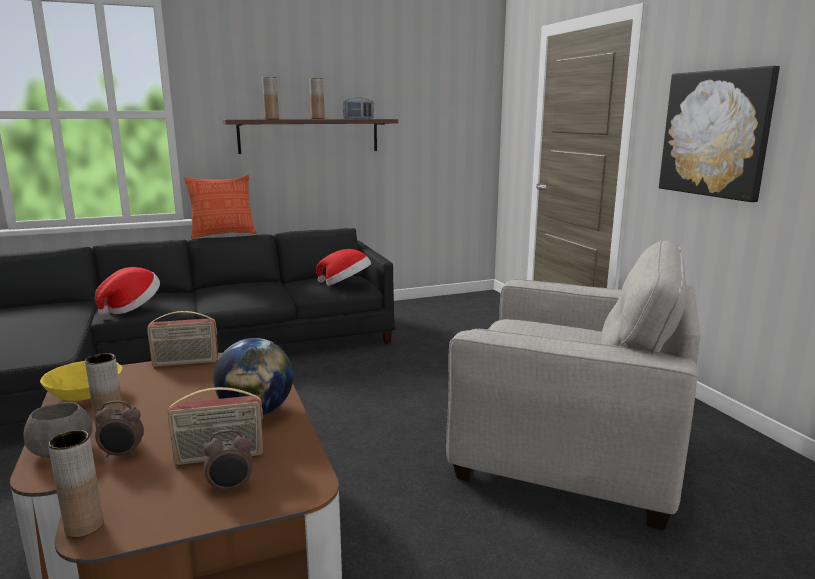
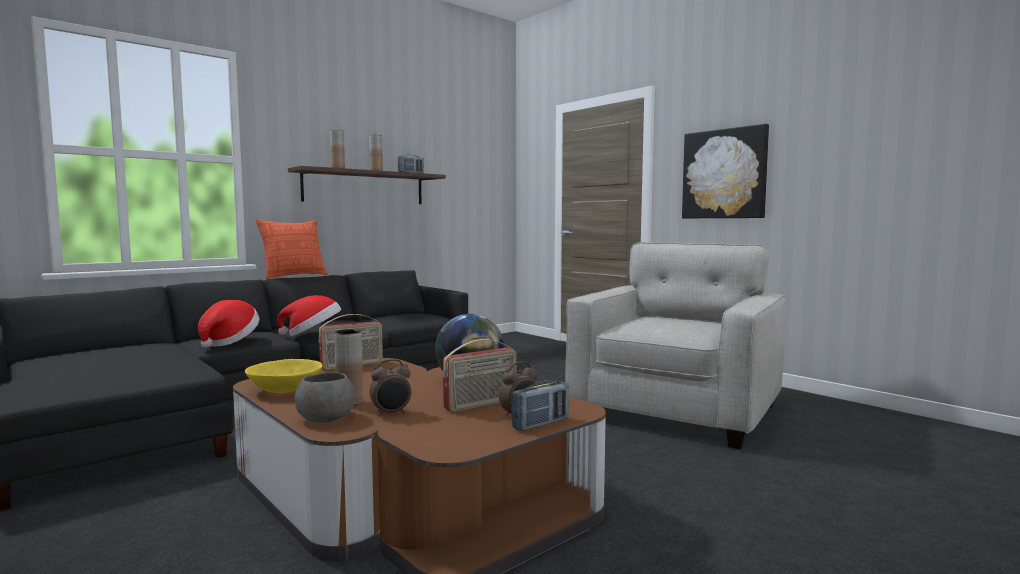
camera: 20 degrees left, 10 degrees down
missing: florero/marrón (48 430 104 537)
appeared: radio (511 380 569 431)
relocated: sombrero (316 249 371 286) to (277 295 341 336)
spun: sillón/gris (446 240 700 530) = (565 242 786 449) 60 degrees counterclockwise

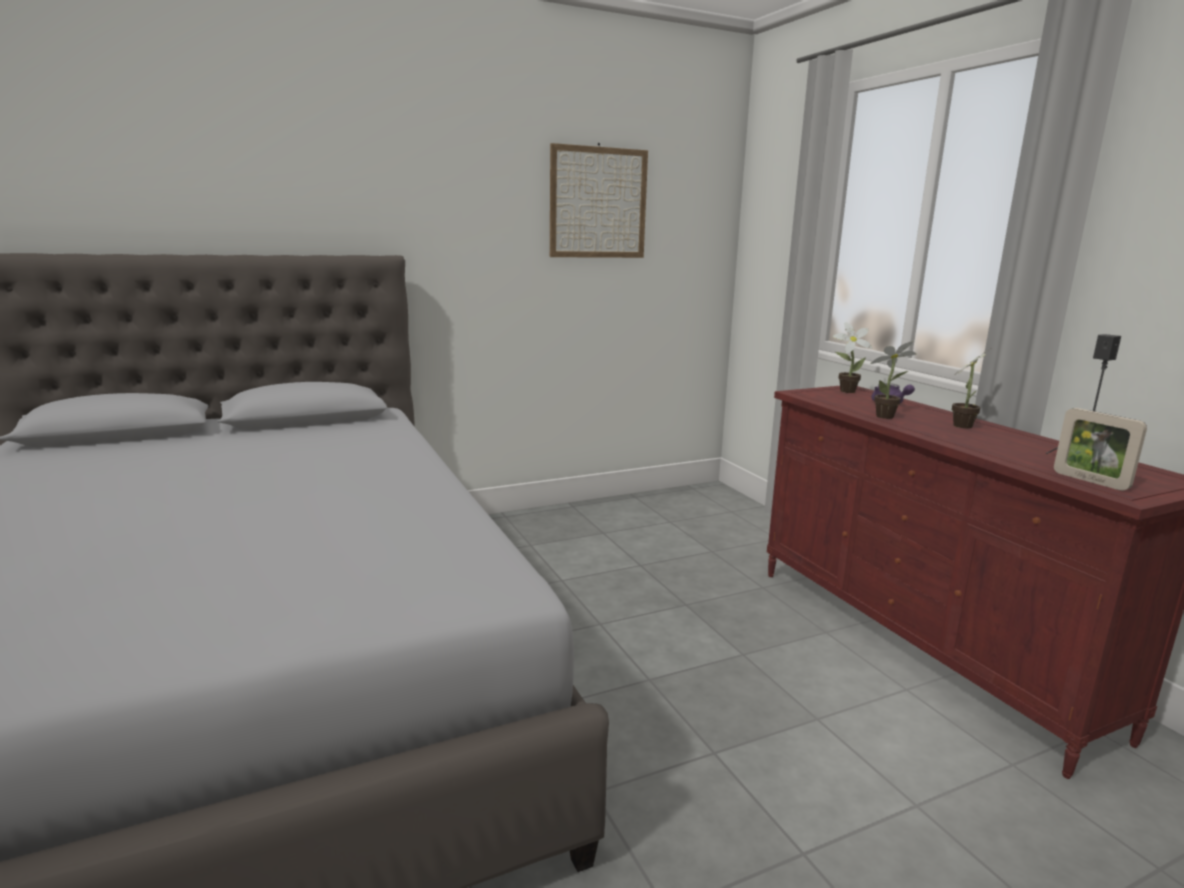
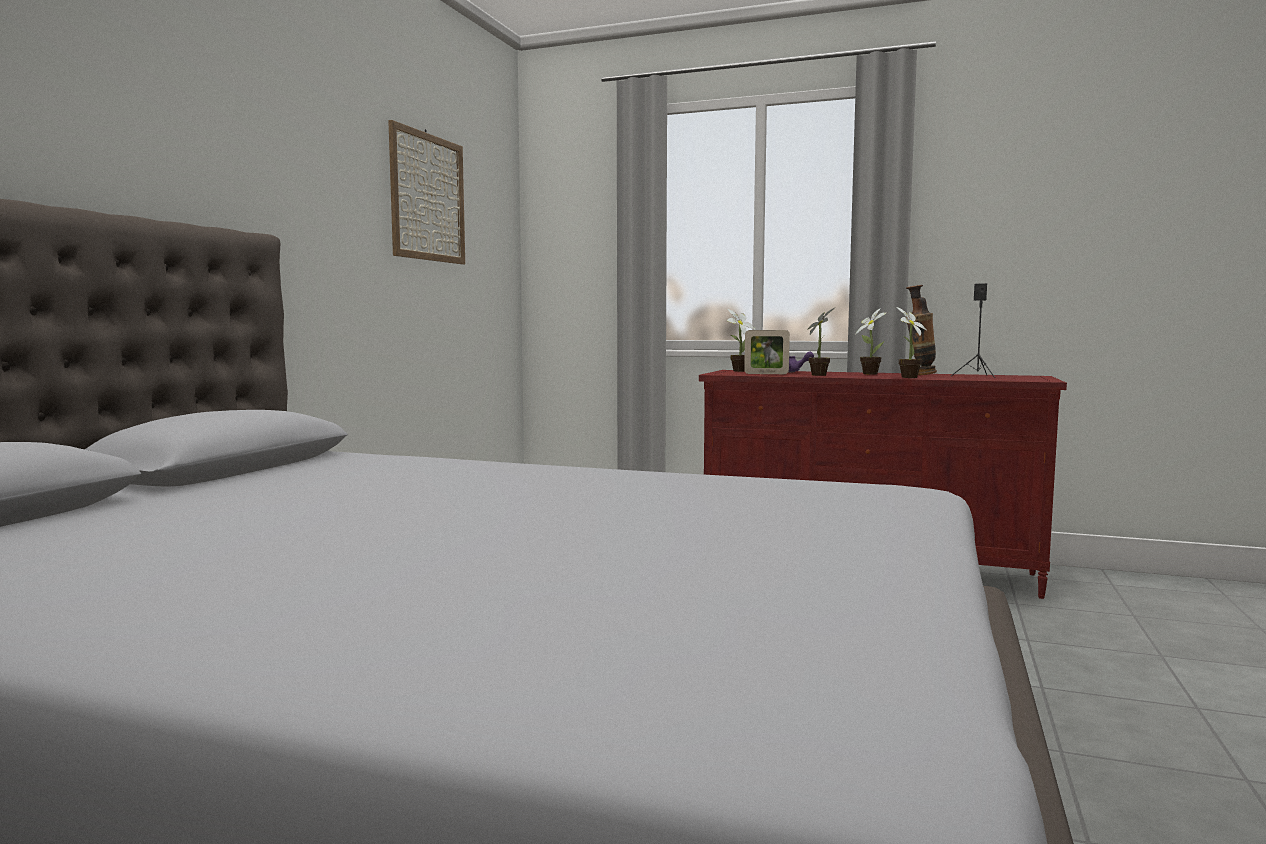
camera: 45 degrees left, 10 degrees down
appeared: planta en maceta (897 307 927 378); florero (906 285 937 375)
relocated: portarretratos (1054 408 1147 491) to (744 330 790 374)

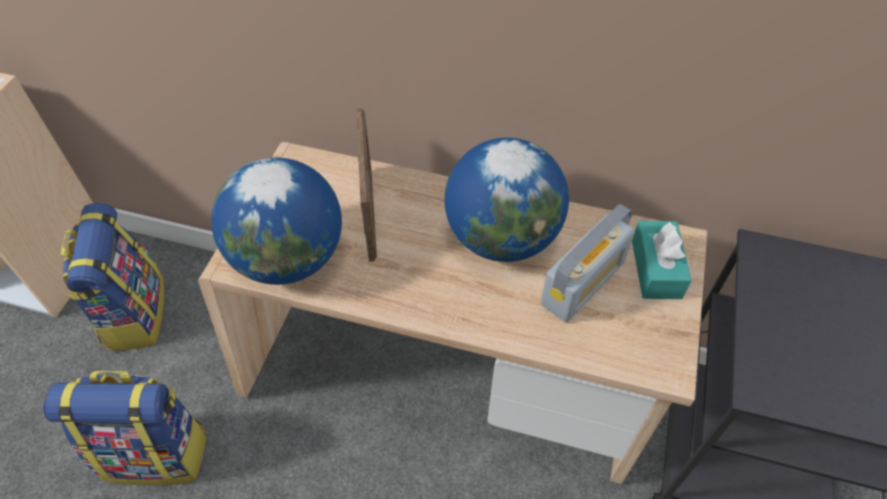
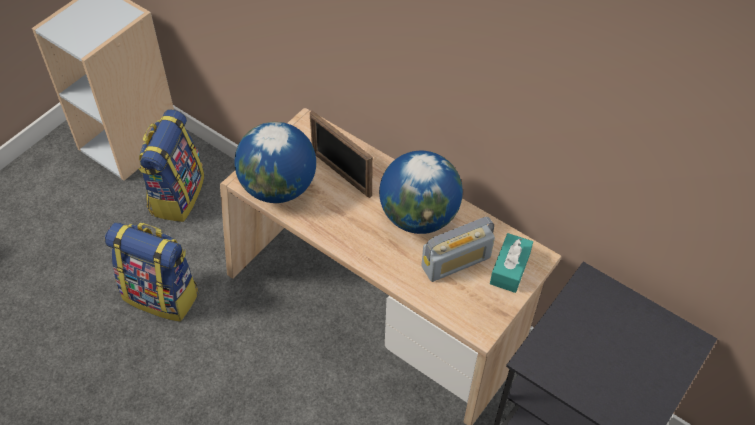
camera: 20 degrees right, 0 degrees up
spun: portarretratos (356 107 377 262) = (310 111 373 198) 120 degrees clockwise

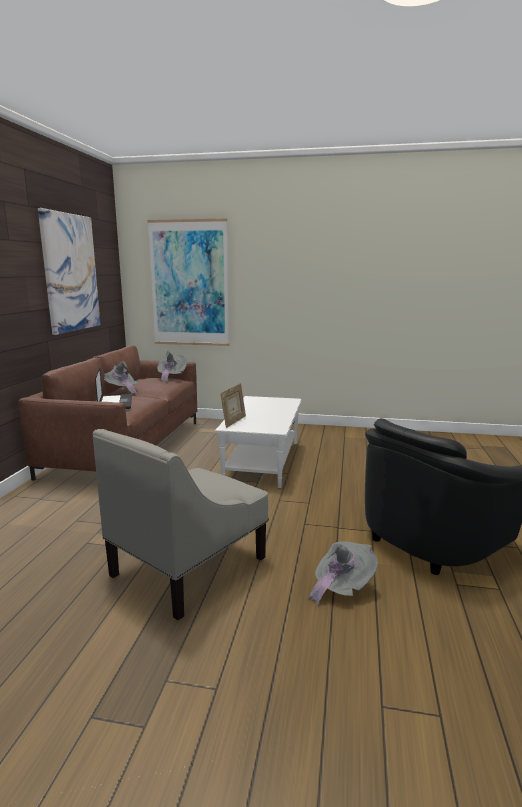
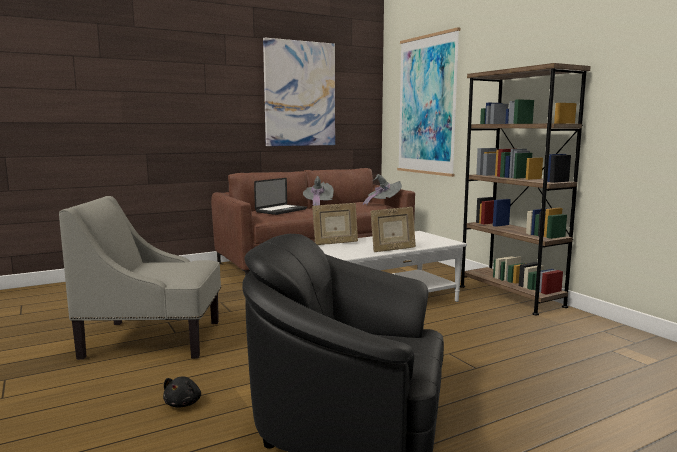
camera: 50 degrees right, 5 degrees down
appeared: portarretratos (370 207 416 252); estantería/marrón (460 63 591 315)
exchanged: sombrero/gris (308 541 378 606) to peluche/negro (163 376 201 408)

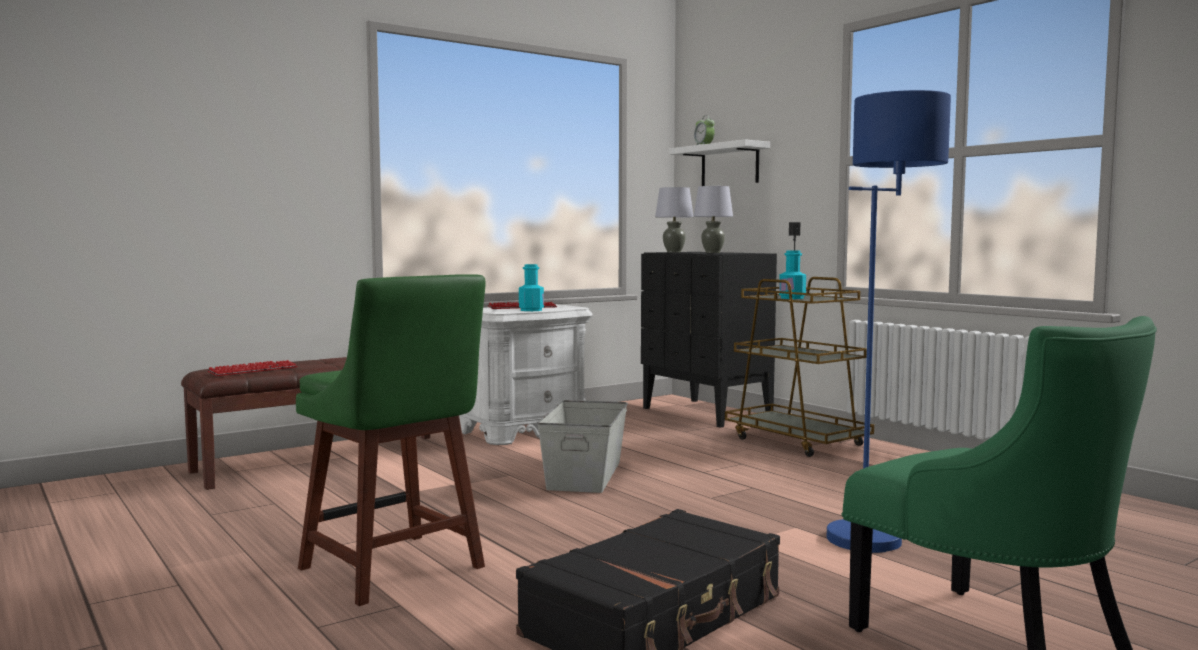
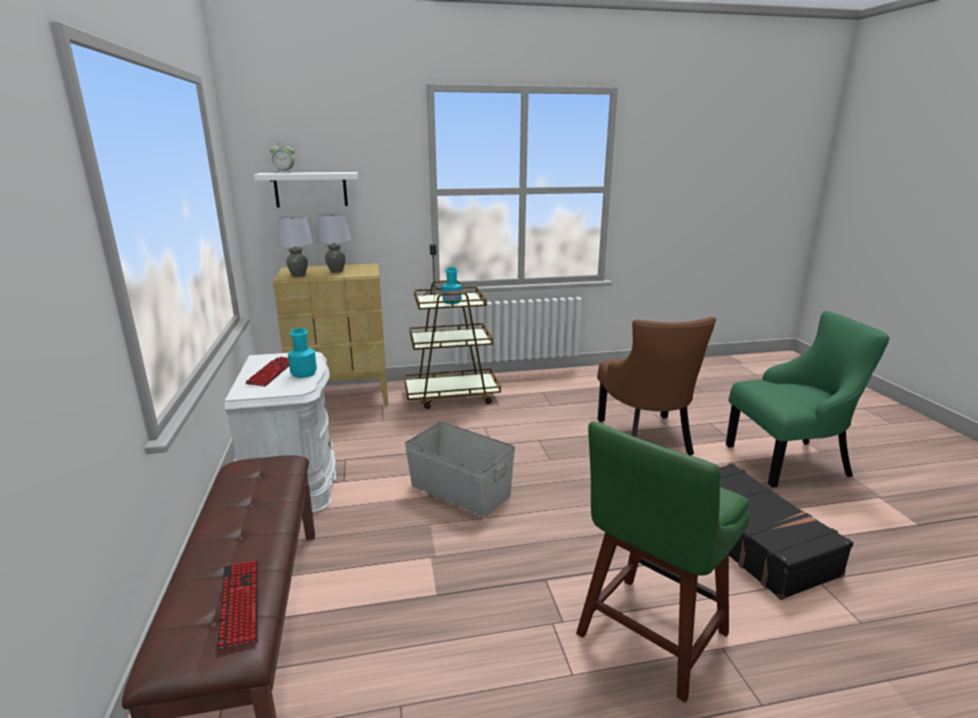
camera: 65 degrees left, 15 degrees up
exchanged: lámpara de pie/azul (827 90 951 553) to silla/marrón (597 317 716 456)
colour: cómoda/negro (641 252 777 428) to cómoda/beis (273 263 388 406)
spun: silla/verde (296 274 486 606) = (576 421 750 703) 150 degrees clockwise

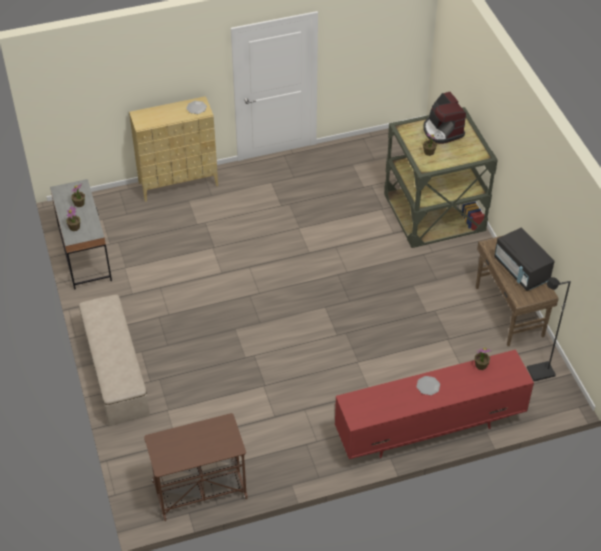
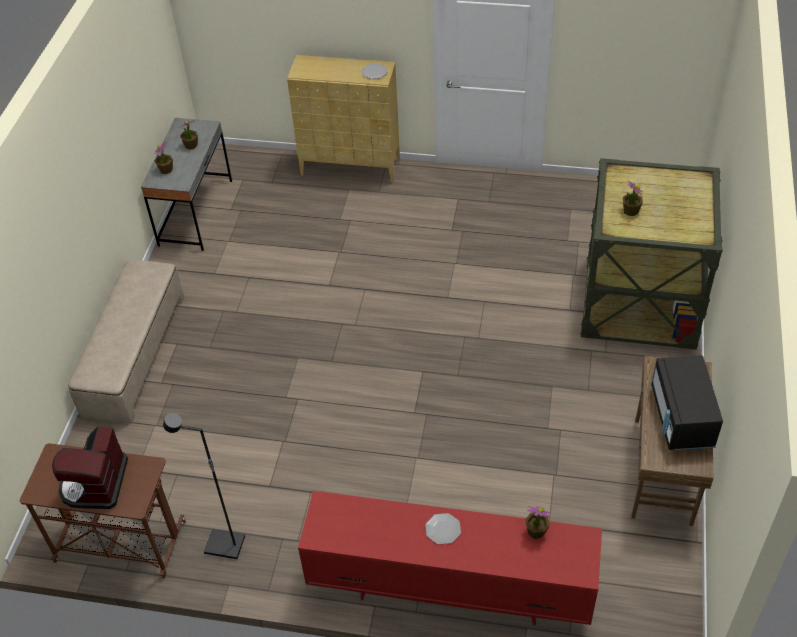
camera: 30 degrees right, 0 degrees up
relocated: cafetera (423 92 466 144) to (52 426 128 509); lámpara de pie/negro (527 277 571 381) to (163 413 245 559)

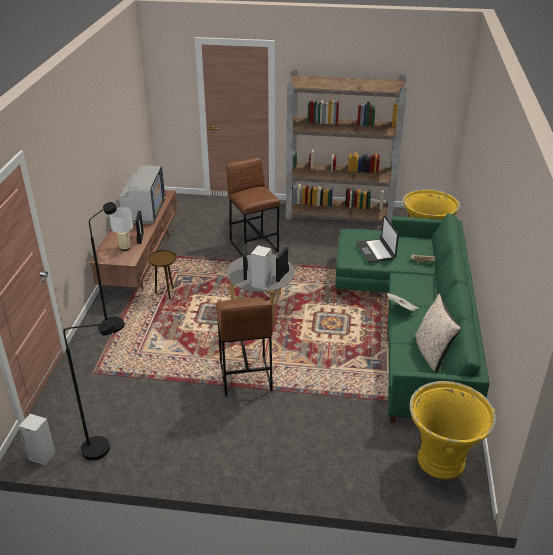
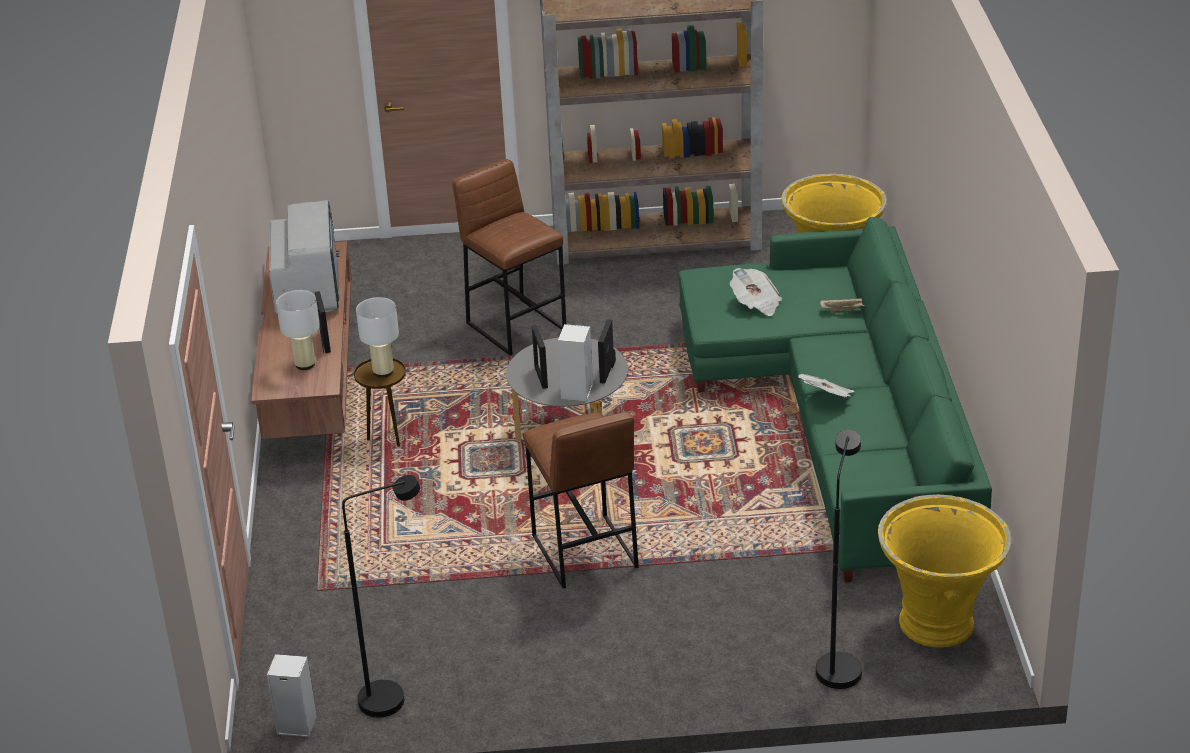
camera: 10 degrees left, 0 degrees up
missing: cojín/beis (415 294 461 372)
appeared: lámpara de mesa/blanco (356 297 399 378)
relocated: lámpara de pie/negro (89 202 124 334) to (816 430 862 689)
exchanged: portátil (356 216 399 263) to periódico (730 268 782 316)

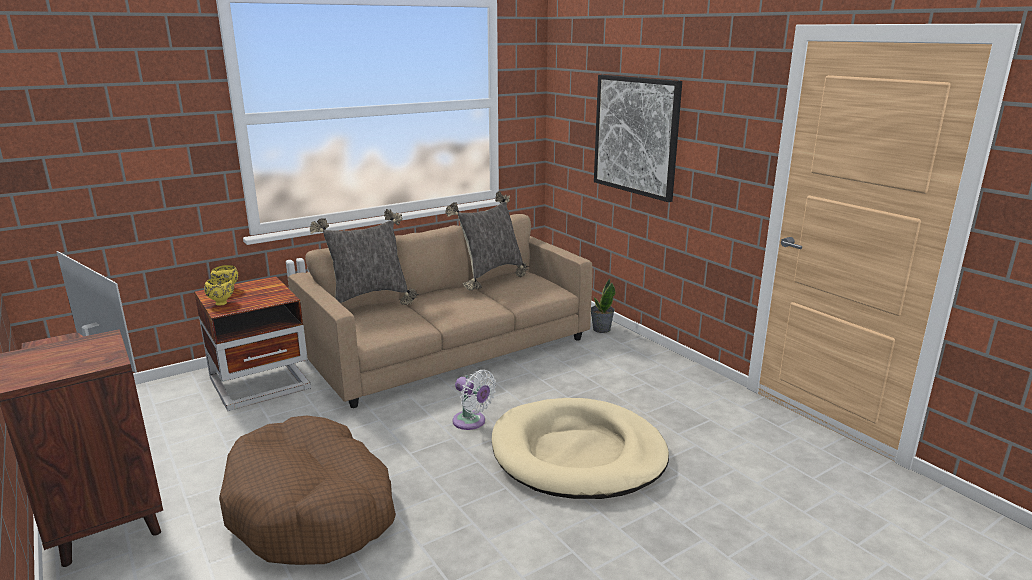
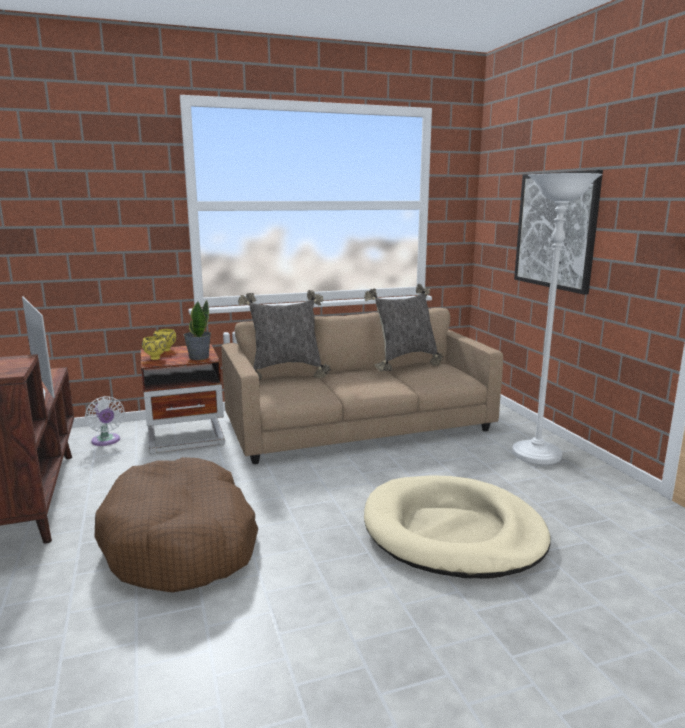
camera: 15 degrees right, 5 degrees down
appeared: lámpara de pie/blanco (512 173 602 465)
relocated: ventilador/blanco (452 370 496 430) to (85 396 125 446); planta en maceta (591 278 616 333) to (184 300 211 360)

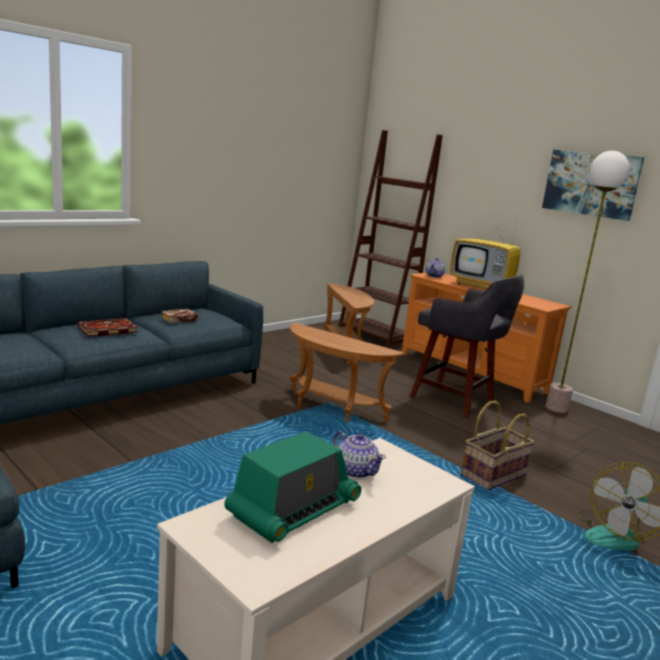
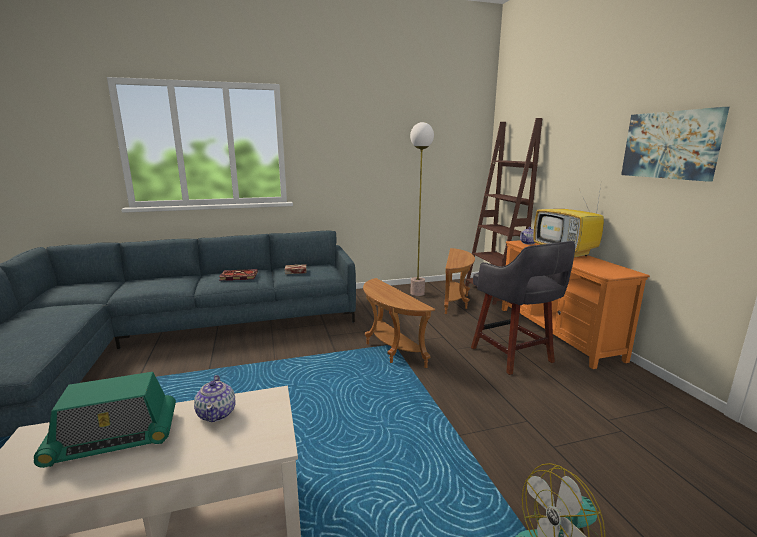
camera: 30 degrees right, 0 degrees up
missing: cesta (461 401 535 490)
relocated: lámpara de pie (546 151 630 413) to (410 122 434 296)

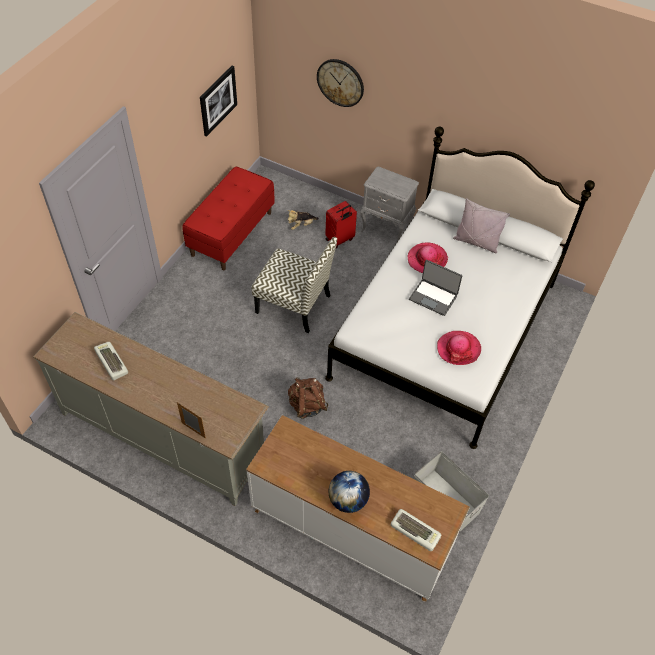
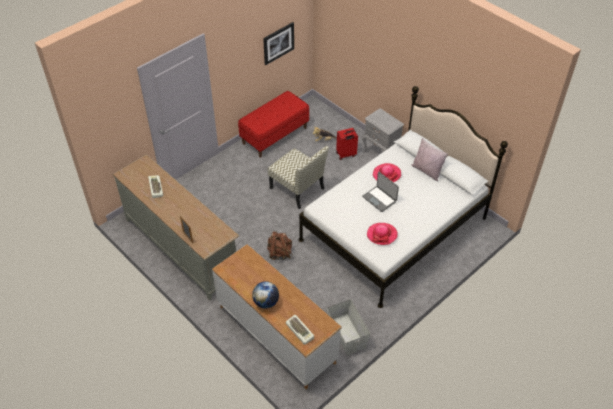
camera: 20 degrees right, 5 degrees down
missing: reloj de pared (317 59 364 107)

